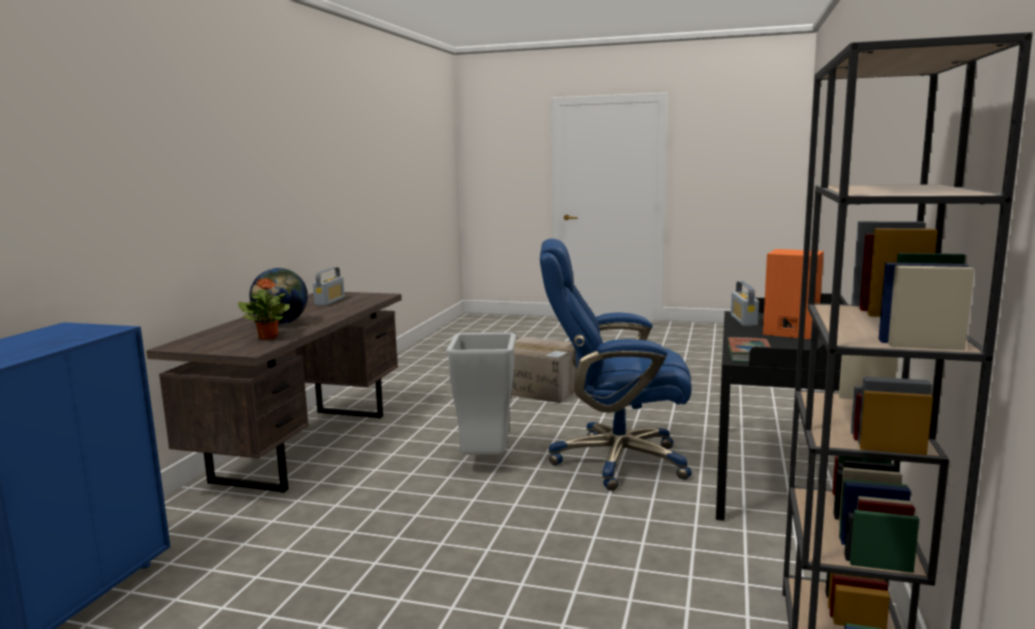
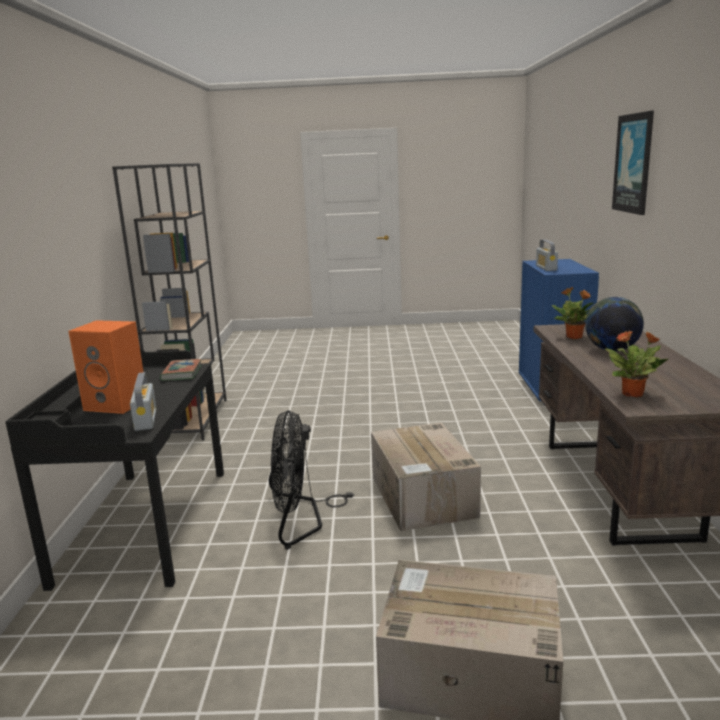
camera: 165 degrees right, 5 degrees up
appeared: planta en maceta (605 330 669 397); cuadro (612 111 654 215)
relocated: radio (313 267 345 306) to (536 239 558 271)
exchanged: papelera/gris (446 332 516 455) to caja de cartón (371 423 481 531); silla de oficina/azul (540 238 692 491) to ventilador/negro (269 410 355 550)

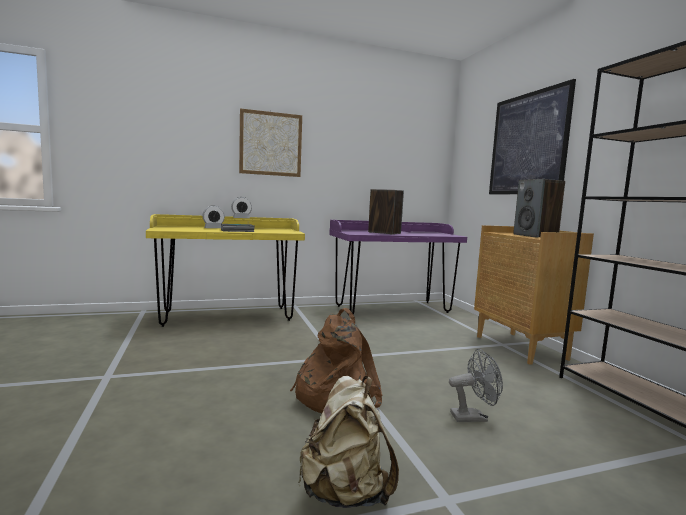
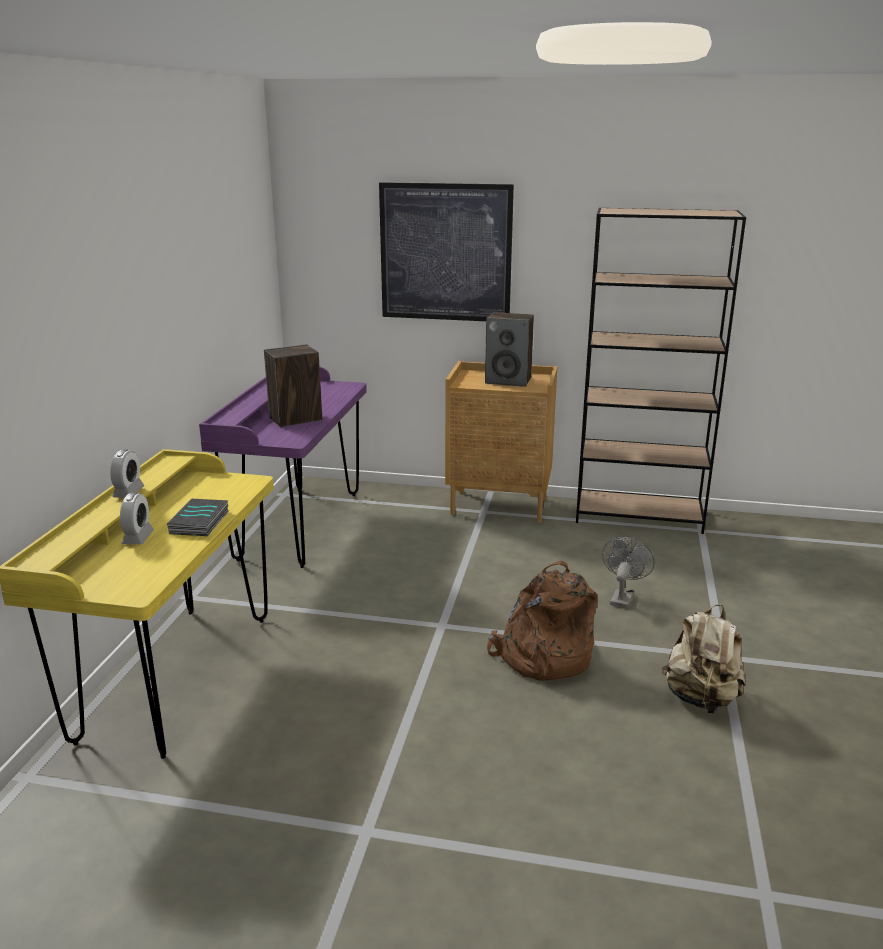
camera: 60 degrees left, 15 degrees up
missing: cuadro (239 108 302 177)

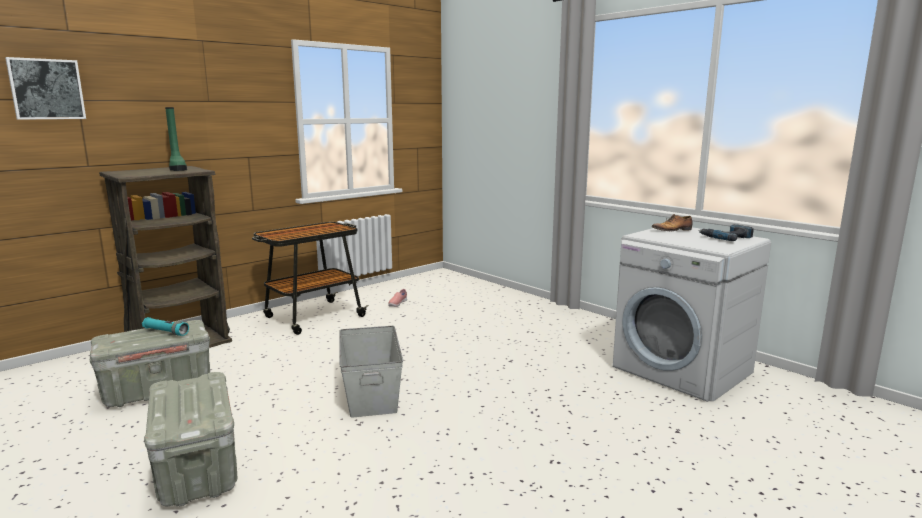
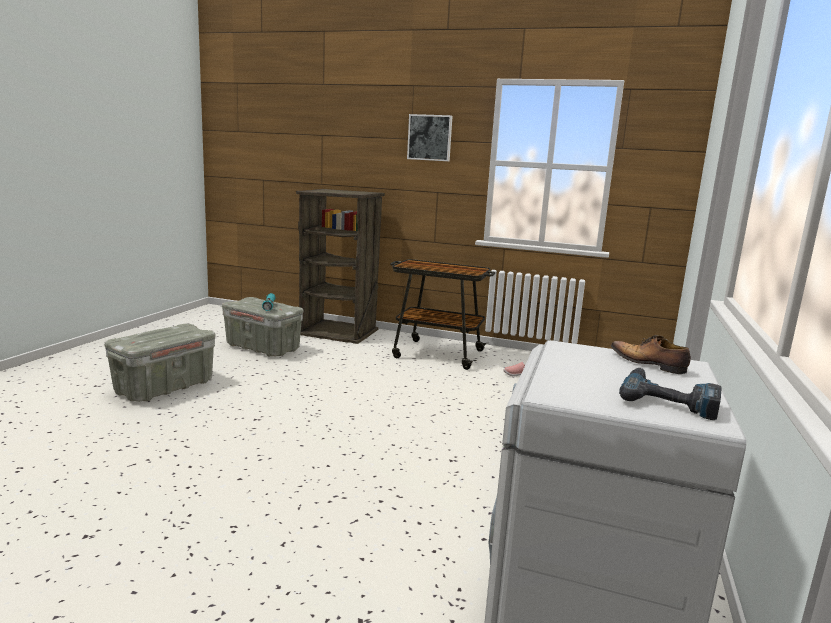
camera: 60 degrees right, 0 degrees up
missing: bota/verde (165 107 187 171); caja de almacenaje/gris (340 326 403 418)
relocated: cuadro (5 57 86 120) to (407 114 453 161)

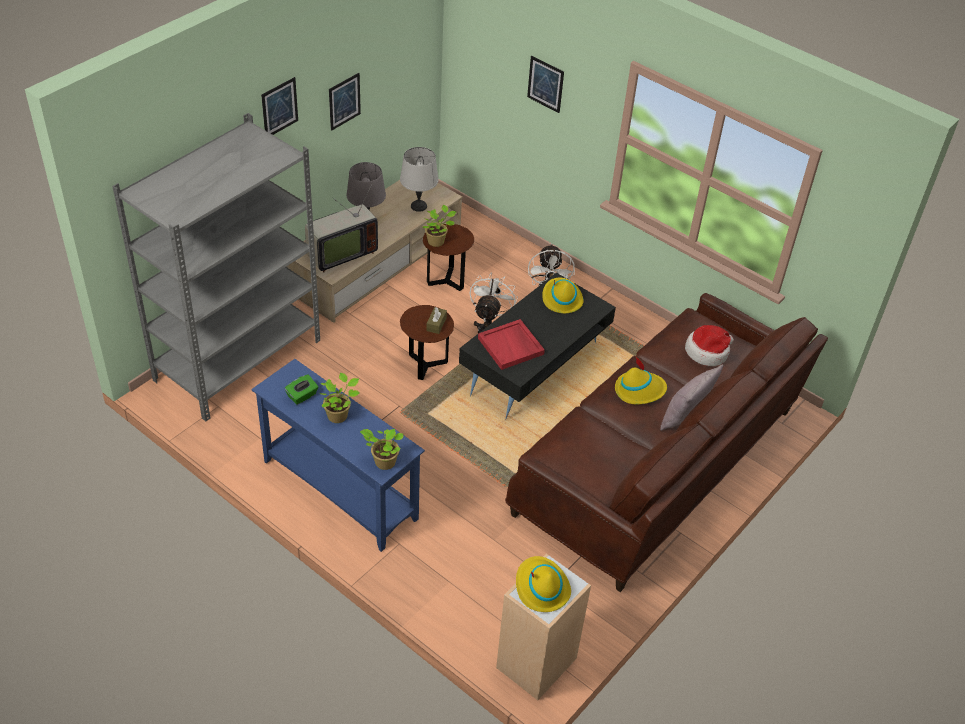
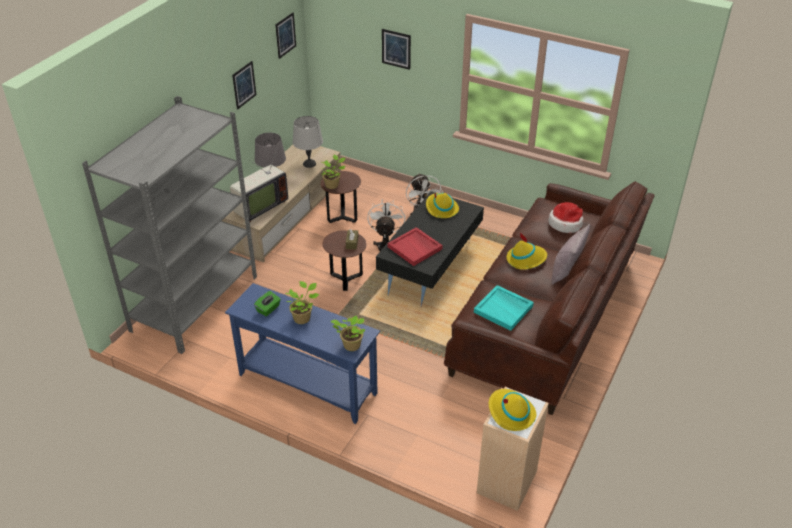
camera: 10 degrees left, 5 degrees down
appeared: bandeja/turquesa (474 285 534 331)
relocated: cuadro (261 77 298 135) to (275 12 296 59)

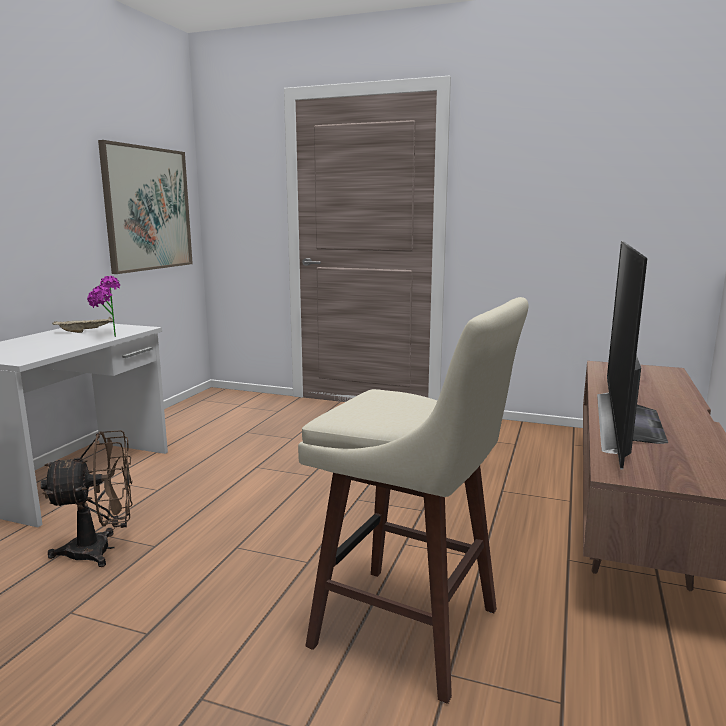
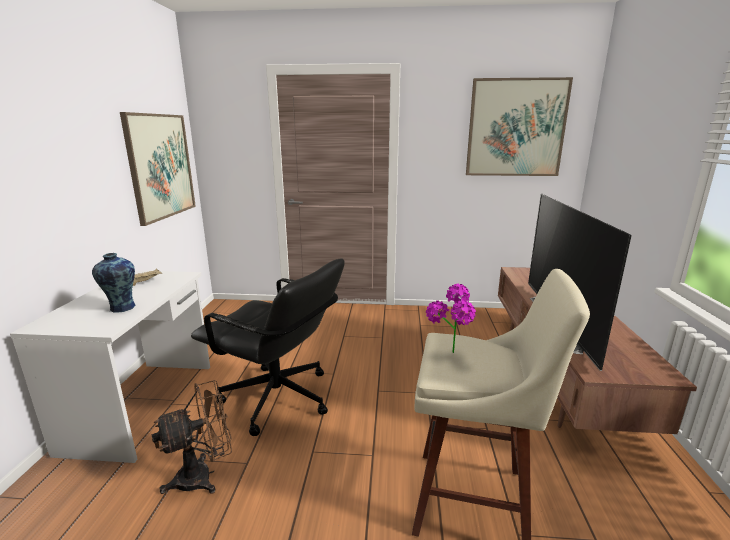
camera: 15 degrees left, 5 degrees up
appeared: florero (92 253 135 313); silla de oficina/negro (191 259 345 436); cuadro (466 77 573 176)
relocated: planta en maceta (87 276 120 337) to (426 284 476 353)

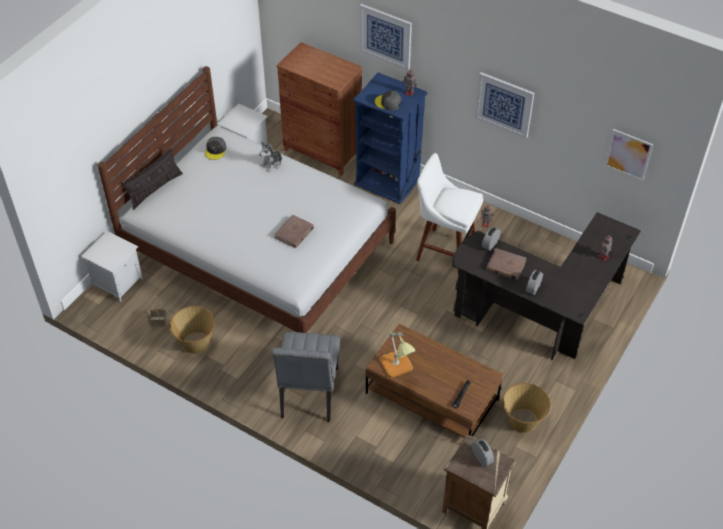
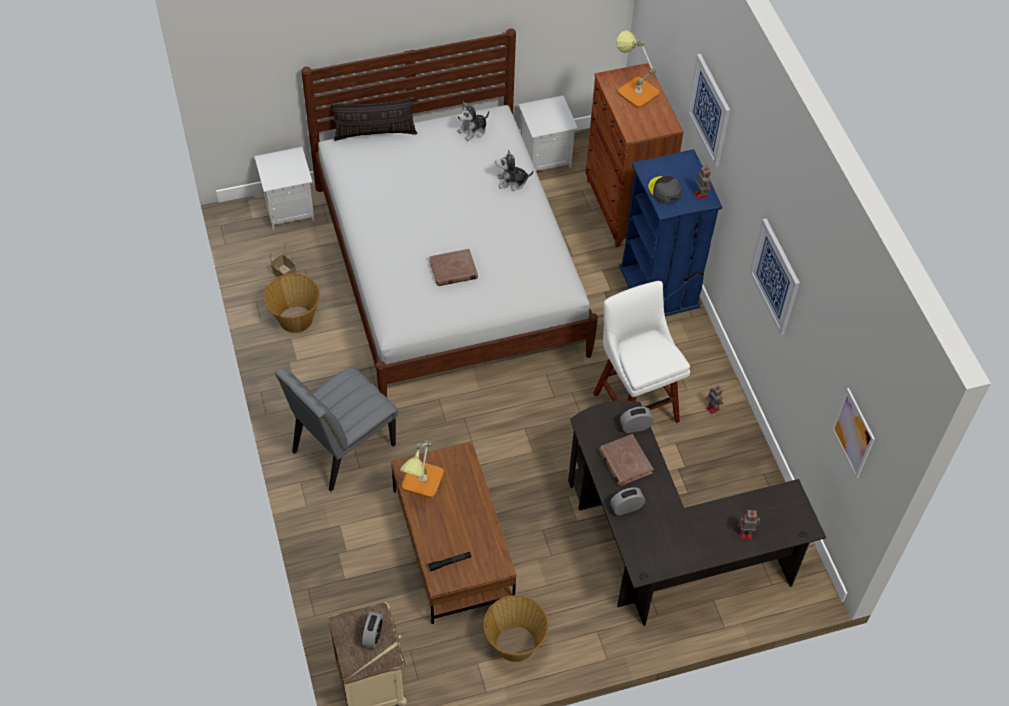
camera: 40 degrees right, 5 degrees up
appeared: lámpara de mesa (616 30 659 109)
exchanged: gorra/gris (205 137 226 160) to peluche (458 102 489 141)

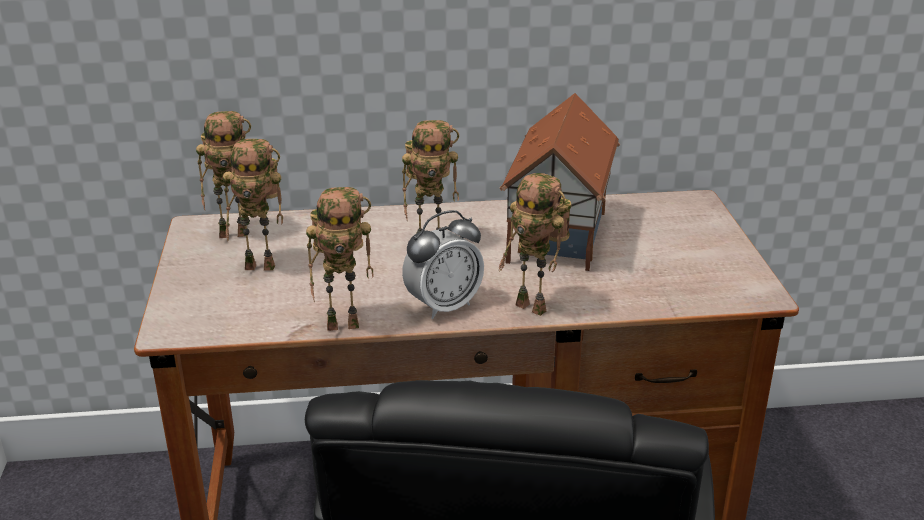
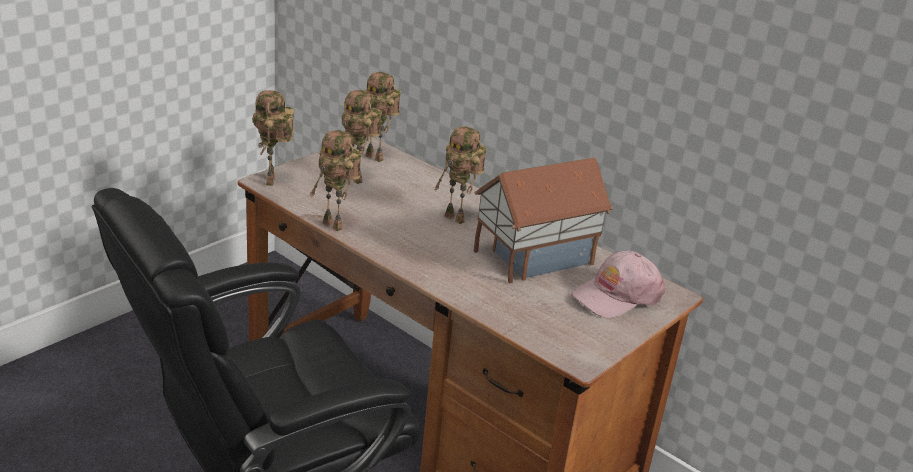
camera: 45 degrees right, 0 degrees up
missing: despertador (402 210 484 319)
appeared: gorra/rosa (571 251 665 318)
relocated: robot de juguete (499 173 571 316) to (252 90 294 186)

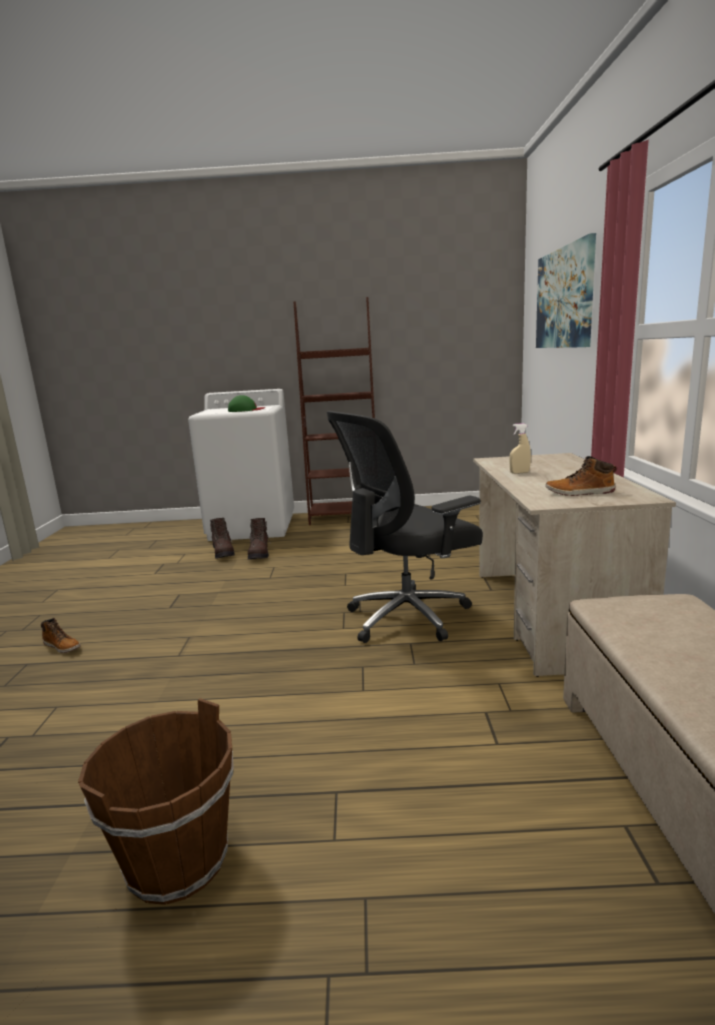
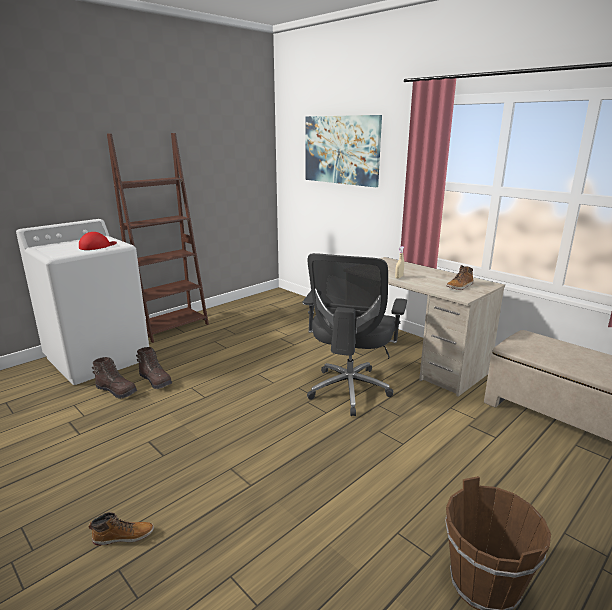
camera: 45 degrees left, 5 degrees up
colour: gorra/verde (228 395 265 412) to gorra/rojo (79 232 117 250)

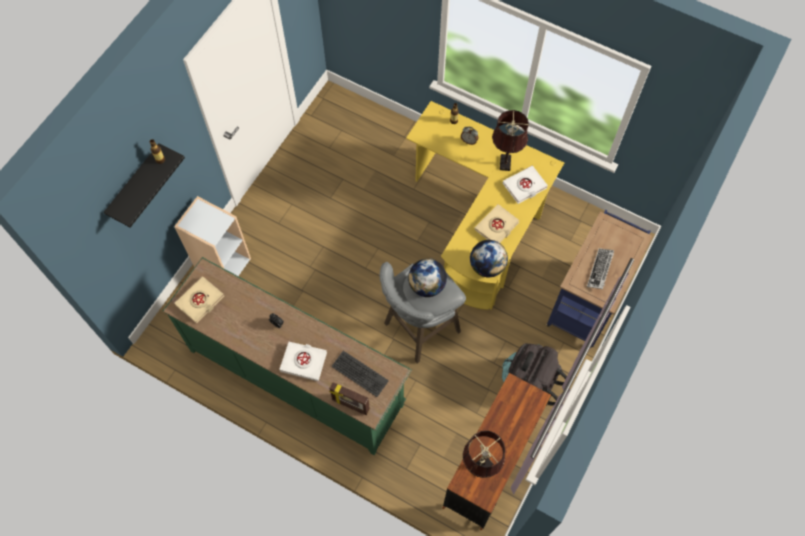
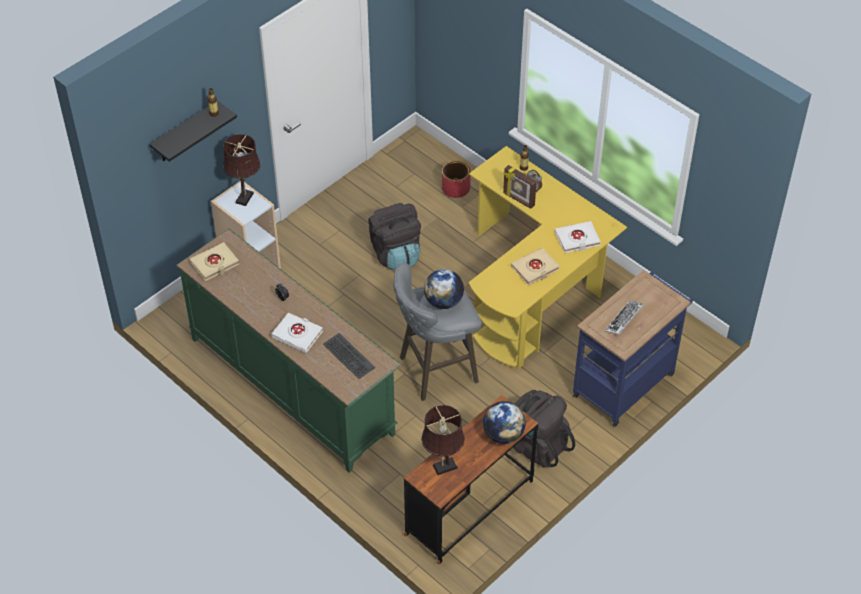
camera: 15 degrees right, 15 degrees down
appeared: mochila/negro (368 203 421 270); maceta/rojo (442 161 471 198)
relocated: portarretratos (329 382 370 415) to (503 165 537 209); globo terráqueo (470 240 508 277) to (483 401 526 444); lámpara de mesa/marrón (492 110 529 171) to (223 134 261 206)

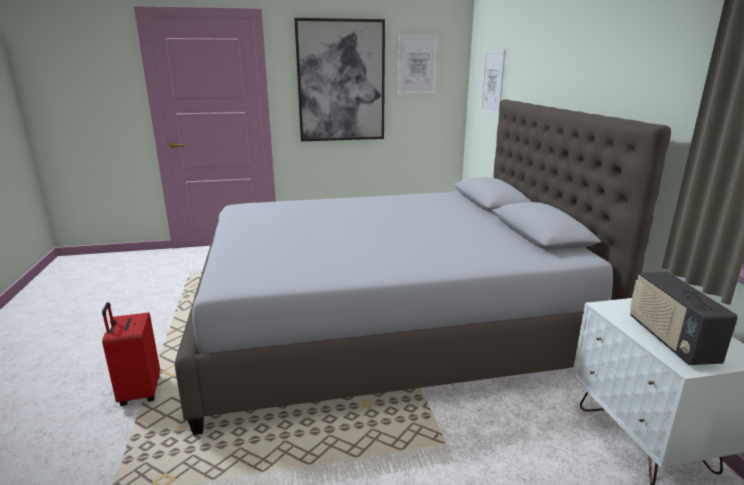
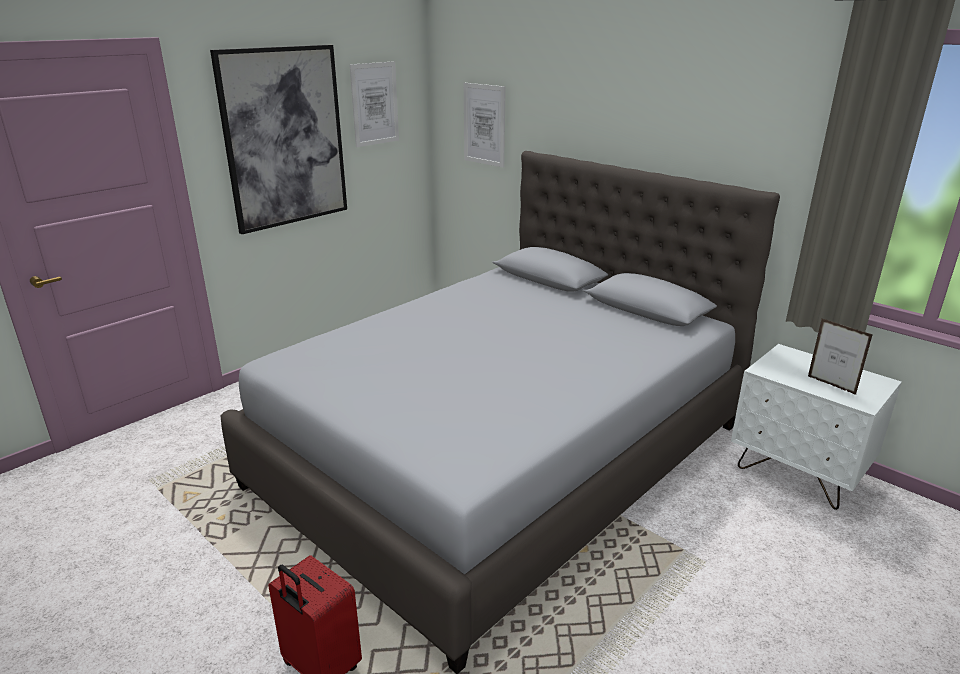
camera: 35 degrees left, 5 degrees up
exchanged: radio (630 272 738 365) to portarretratos (808 318 873 395)

